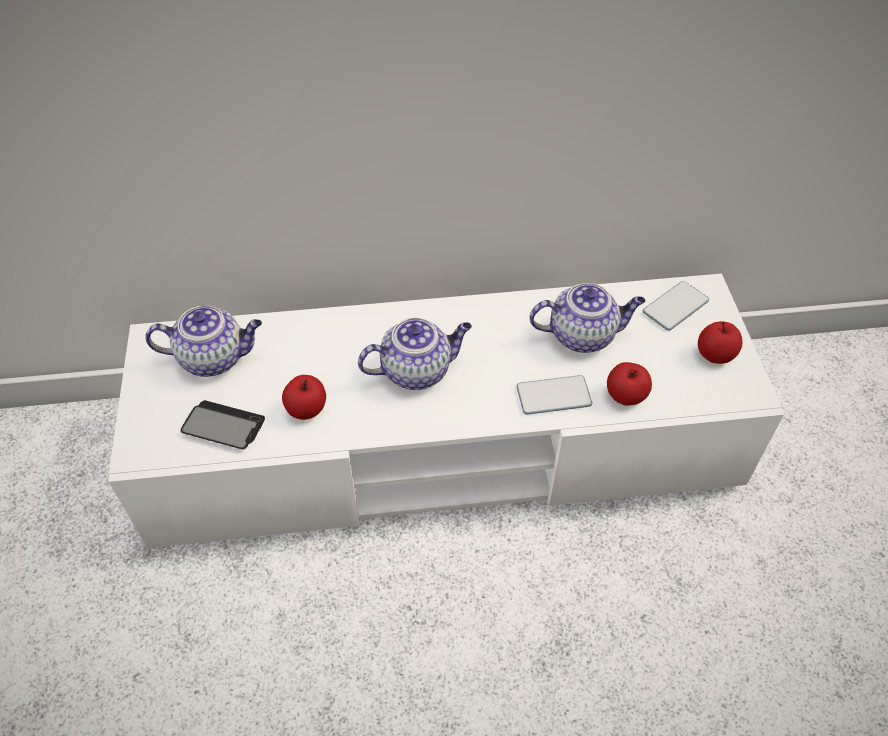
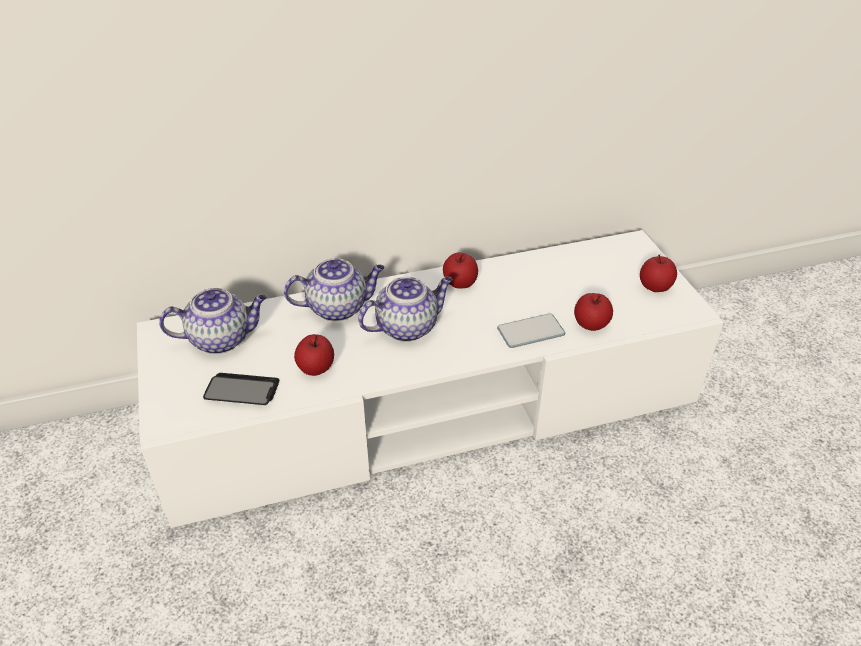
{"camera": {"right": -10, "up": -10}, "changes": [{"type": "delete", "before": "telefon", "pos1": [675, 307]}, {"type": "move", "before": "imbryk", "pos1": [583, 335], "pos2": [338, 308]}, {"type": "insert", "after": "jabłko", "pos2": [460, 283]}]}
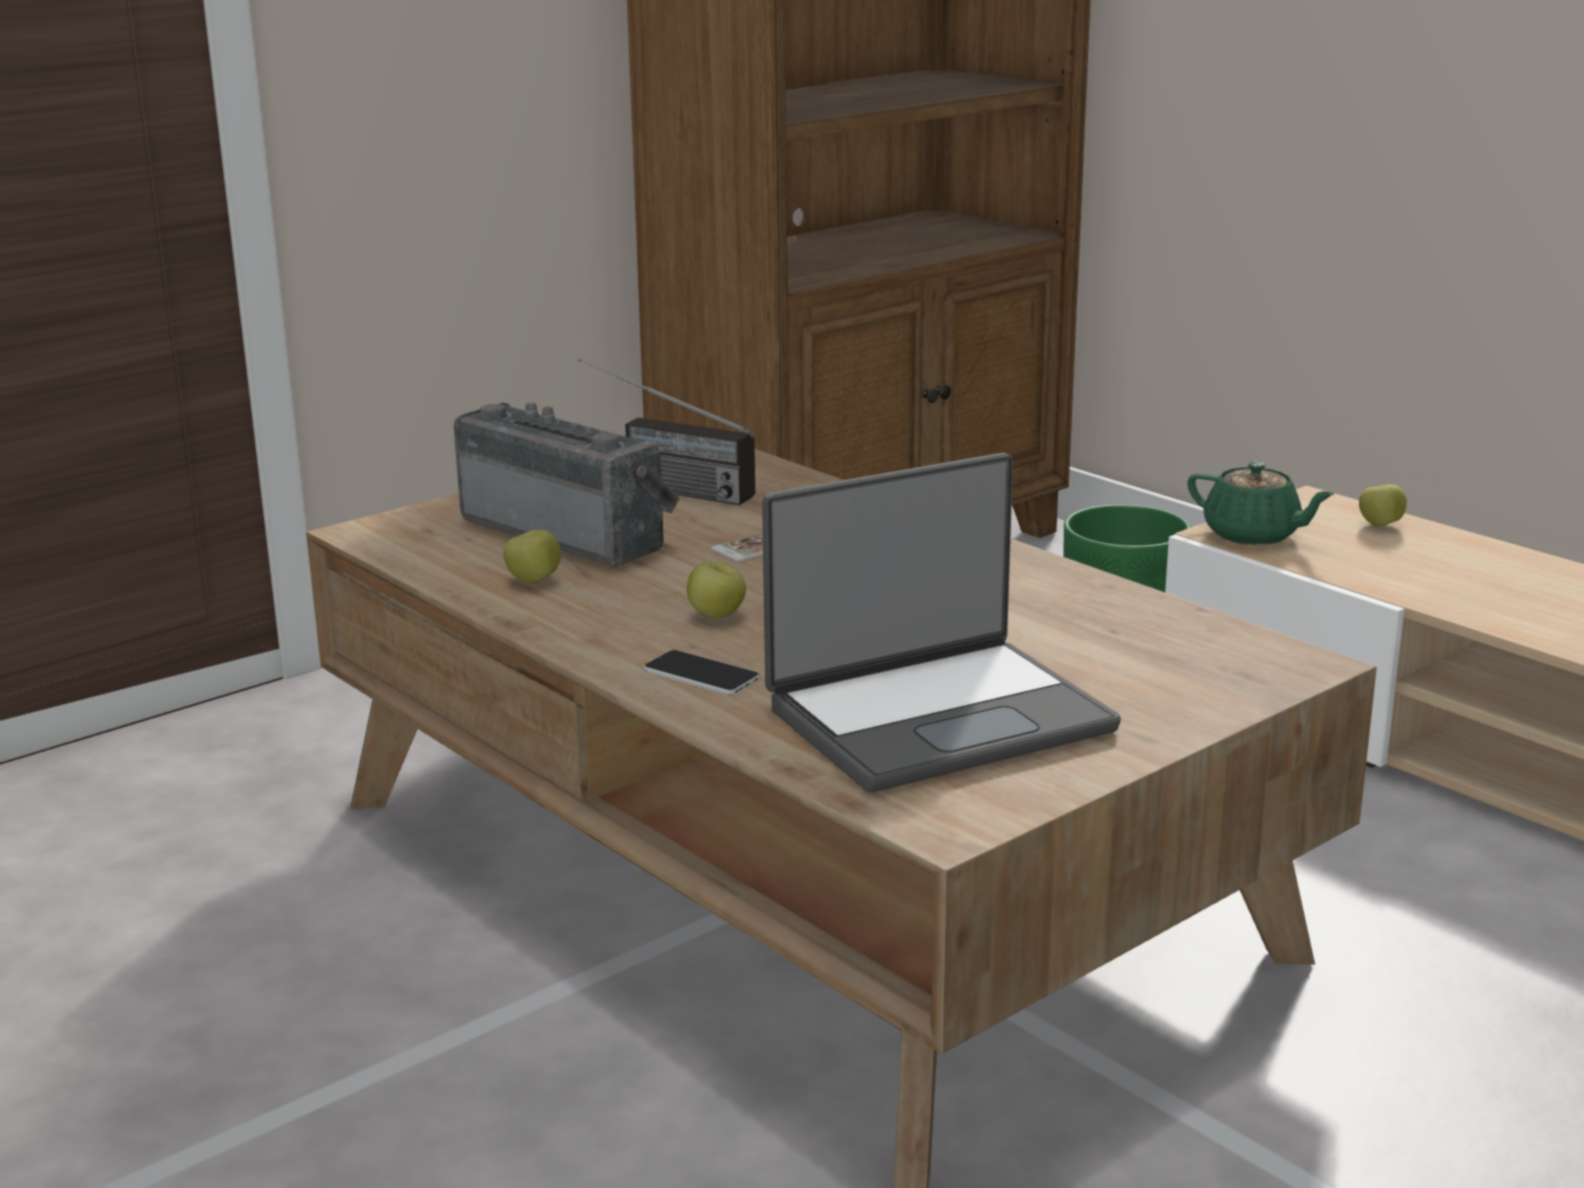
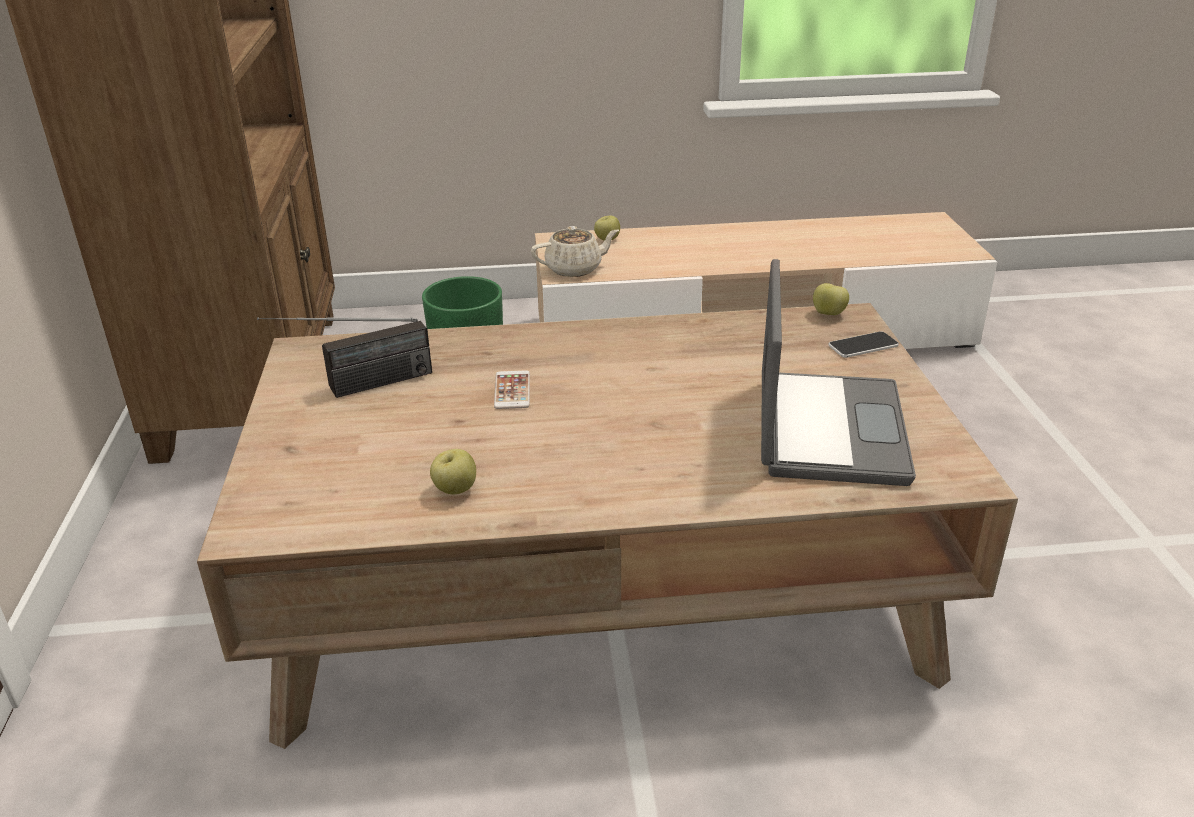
{"camera": {"right": -55, "up": 10}, "changes": [{"type": "delete", "before": "radio", "pos1": [570, 532]}, {"type": "recolor", "before": "imbryk (zielony)", "after": "imbryk (beżowy)", "pos1": [1253, 535], "pos2": [575, 269]}, {"type": "move", "before": "jabłko", "pos1": [717, 616], "pos2": [828, 314]}, {"type": "move", "before": "telefon", "pos1": [701, 675], "pos2": [863, 346]}]}
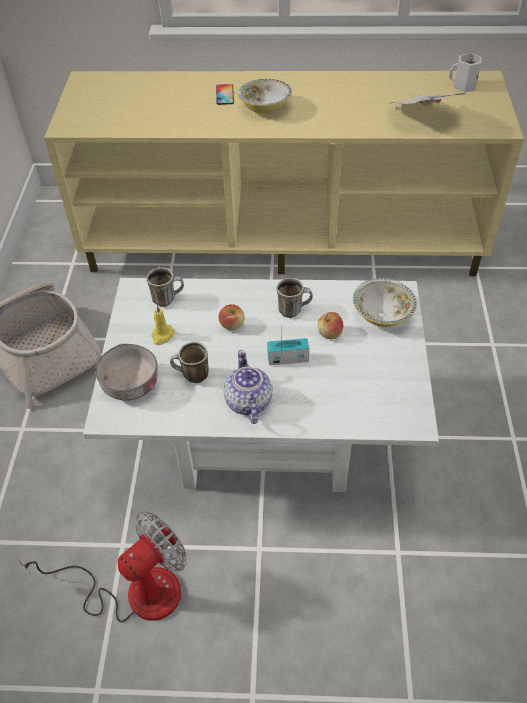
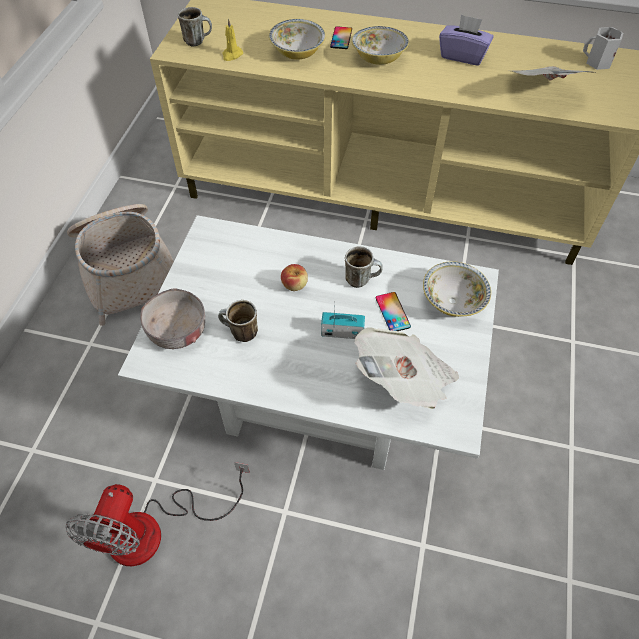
{"camera": {"right": 10, "up": 5}, "changes": [{"type": "move", "before": "kubek", "pos1": [168, 298], "pos2": [198, 41]}, {"type": "move", "before": "świeca (żółty)", "pos1": [162, 336], "pos2": [232, 55]}, {"type": "replace", "before": "jabłko", "after": "telefon", "pos1": [330, 333], "pos2": [392, 312]}, {"type": "delete", "before": "imbryk", "pos1": [248, 402]}, {"type": "rotate", "before": "wentylator", "pos1": [134, 591], "pos2": [155, 530], "turn": 135}, {"type": "insert", "after": "pudełko chusteczek (fioletowy)", "pos2": [462, 56]}, {"type": "insert", "after": "miska", "pos2": [297, 52]}, {"type": "insert", "after": "gazeta", "pos2": [405, 380]}]}
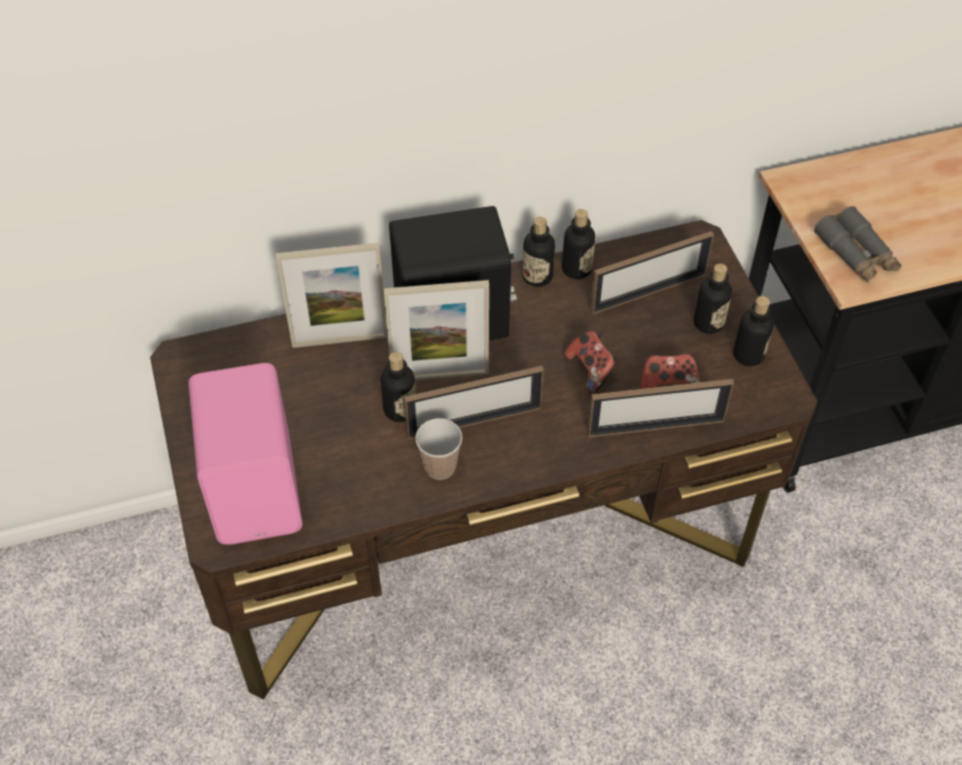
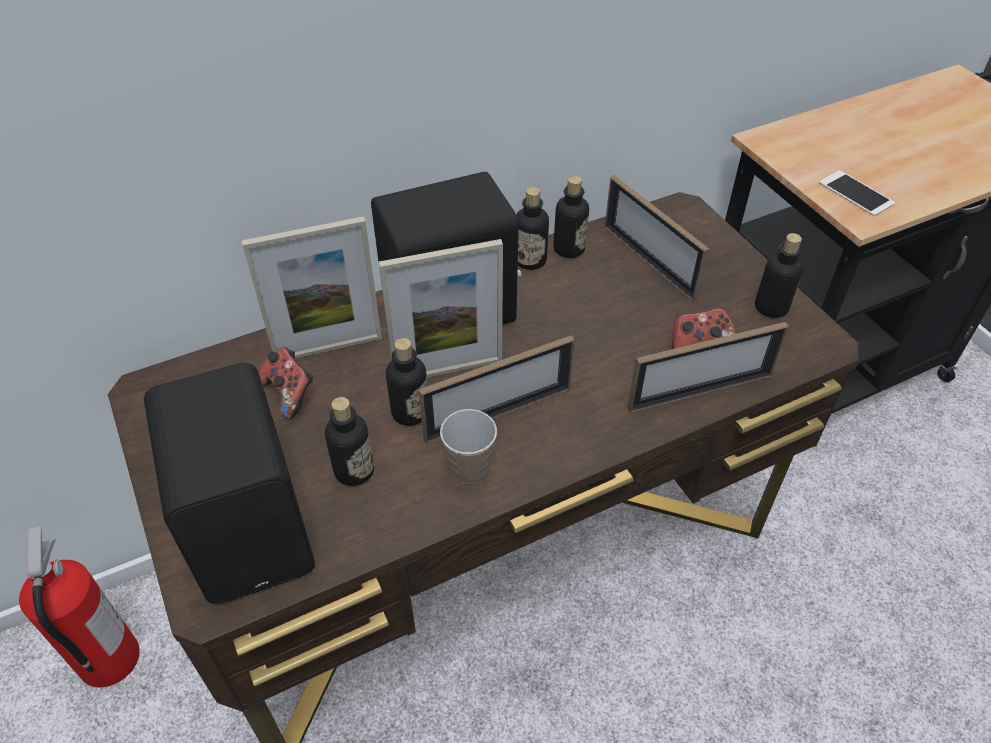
{"camera": {"right": -10, "up": -5}, "changes": [{"type": "replace", "before": "lornetka (szary)", "after": "telefon", "pos1": [856, 254], "pos2": [856, 193]}, {"type": "rotate", "before": "ramka na zdjęcie", "pos1": [648, 292], "pos2": [649, 261], "turn": 90}, {"type": "move", "before": "butelka", "pos1": [708, 323], "pos2": [354, 471]}, {"type": "move", "before": "pad do gier", "pos1": [591, 370], "pos2": [290, 393]}, {"type": "recolor", "before": "głośnik (różowy)", "after": "głośnik (czarny)", "pos1": [259, 489], "pos2": [254, 528]}, {"type": "insert", "after": "gaśnica", "pos2": [108, 660]}]}
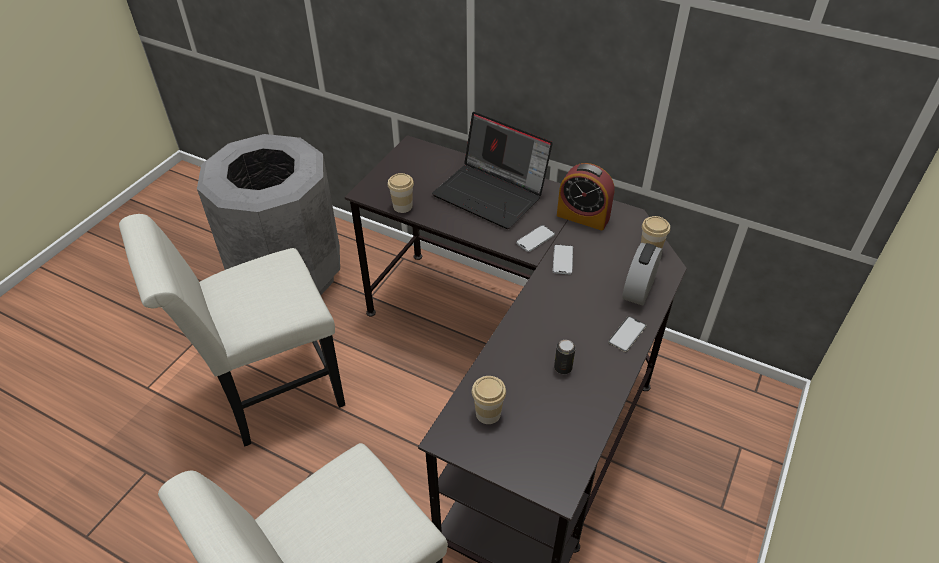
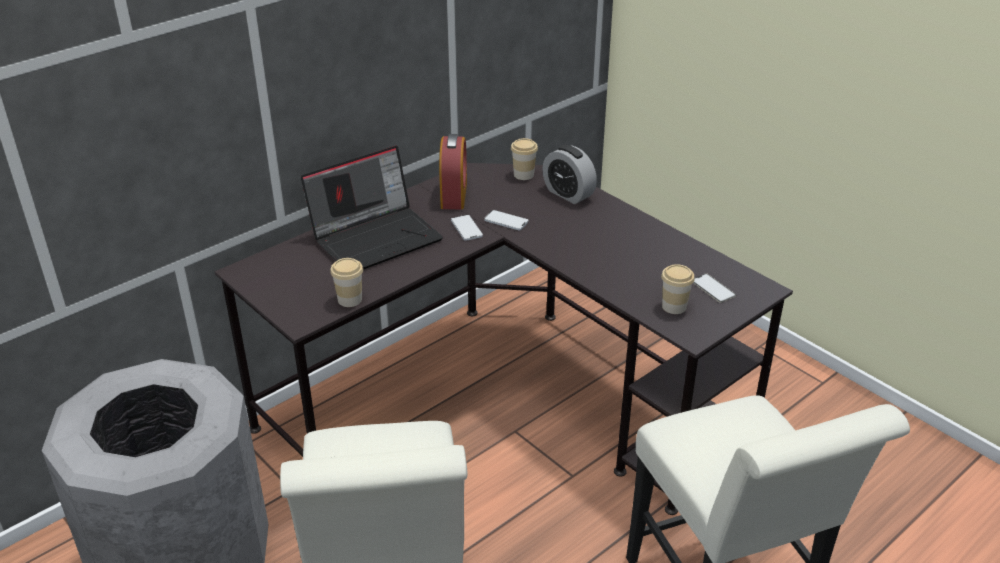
{"camera": {"right": -70, "up": -10}, "changes": [{"type": "rotate", "before": "budzik", "pos1": [583, 217], "pos2": [454, 195], "turn": -45}, {"type": "move", "before": "telefon", "pos1": [627, 334], "pos2": [713, 288]}, {"type": "delete", "before": "puszka", "pos1": [563, 368]}]}
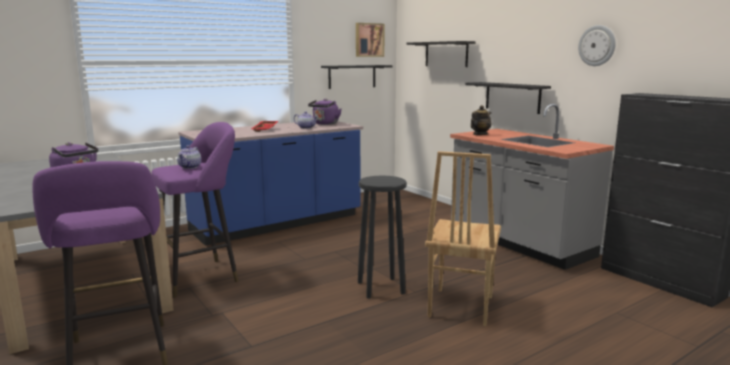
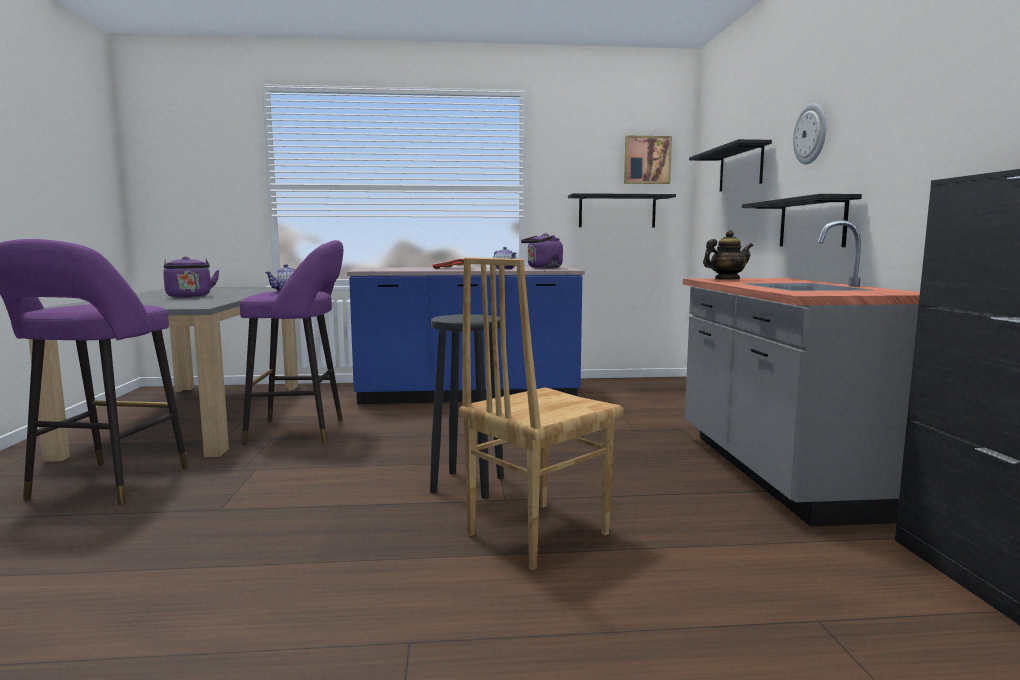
{"camera": {"right": 30, "up": -5}, "changes": [{"type": "move", "before": "zegar ścienny", "pos1": [597, 45], "pos2": [811, 134]}]}
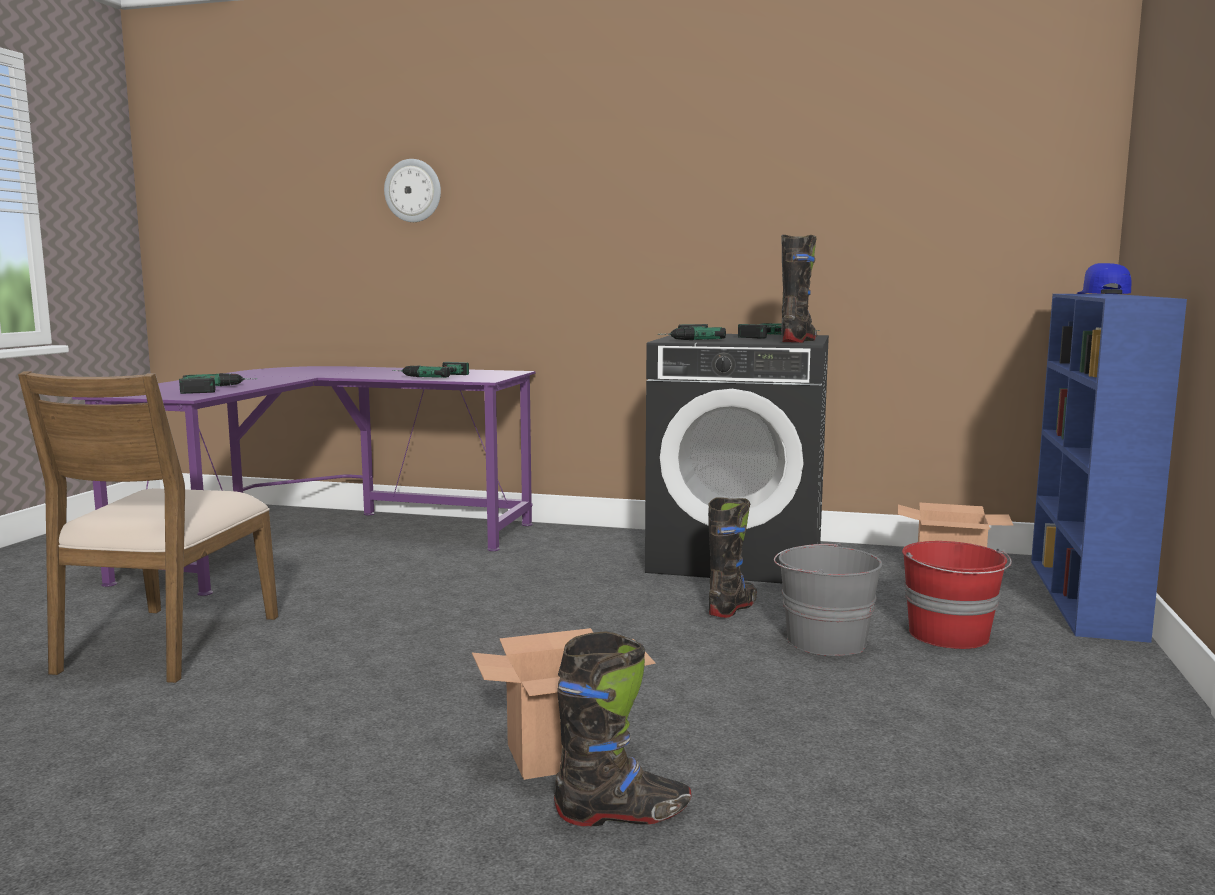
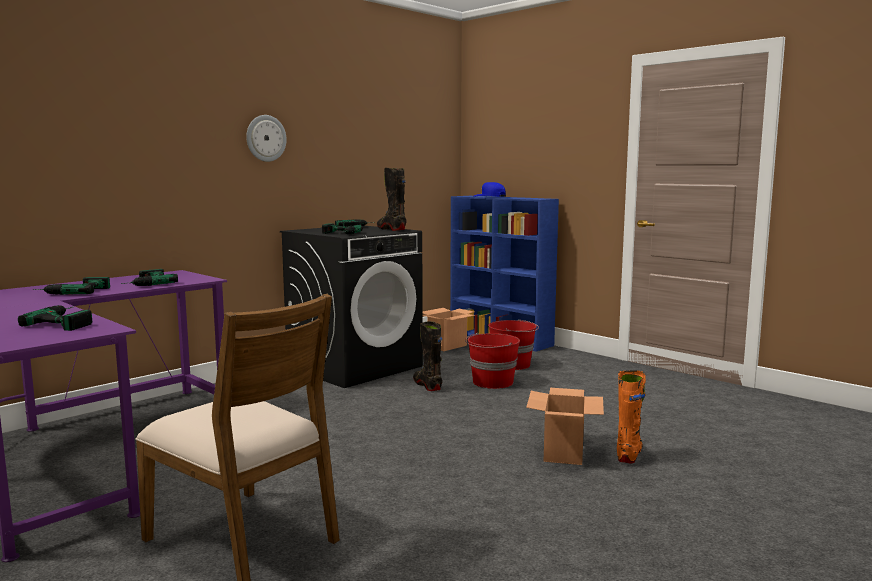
{"camera": {"right": -60, "up": 0}, "changes": [{"type": "move", "before": "zegar ścienny", "pos1": [413, 190], "pos2": [265, 138]}, {"type": "recolor", "before": "wiadro (szary)", "after": "wiadro (czerwony)", "pos1": [824, 641], "pos2": [492, 382]}, {"type": "recolor", "before": "but z cholewką (czarny)", "after": "but z cholewką (pomarańczowy)", "pos1": [623, 815], "pos2": [629, 453]}, {"type": "insert", "after": "wiertarka", "pos2": [72, 291]}]}
